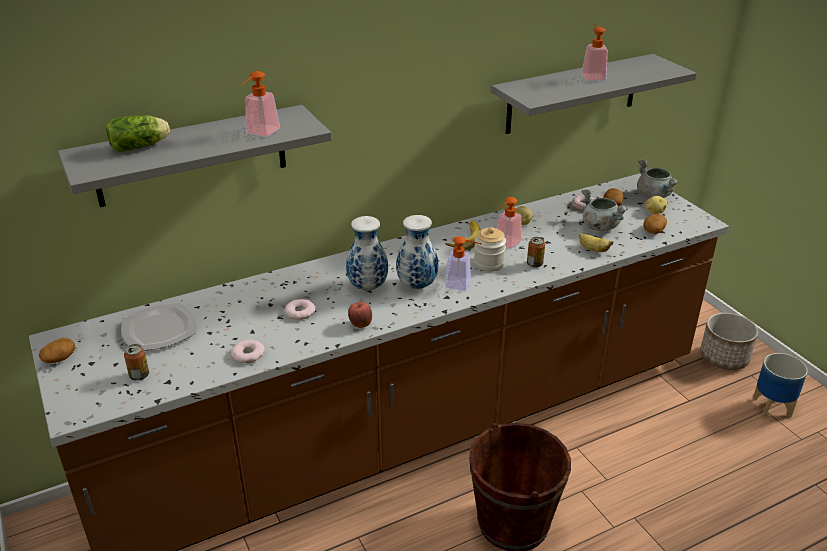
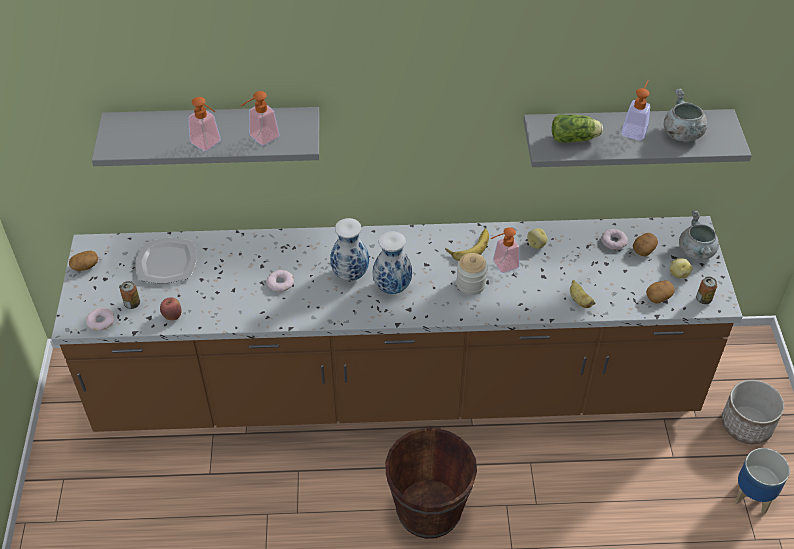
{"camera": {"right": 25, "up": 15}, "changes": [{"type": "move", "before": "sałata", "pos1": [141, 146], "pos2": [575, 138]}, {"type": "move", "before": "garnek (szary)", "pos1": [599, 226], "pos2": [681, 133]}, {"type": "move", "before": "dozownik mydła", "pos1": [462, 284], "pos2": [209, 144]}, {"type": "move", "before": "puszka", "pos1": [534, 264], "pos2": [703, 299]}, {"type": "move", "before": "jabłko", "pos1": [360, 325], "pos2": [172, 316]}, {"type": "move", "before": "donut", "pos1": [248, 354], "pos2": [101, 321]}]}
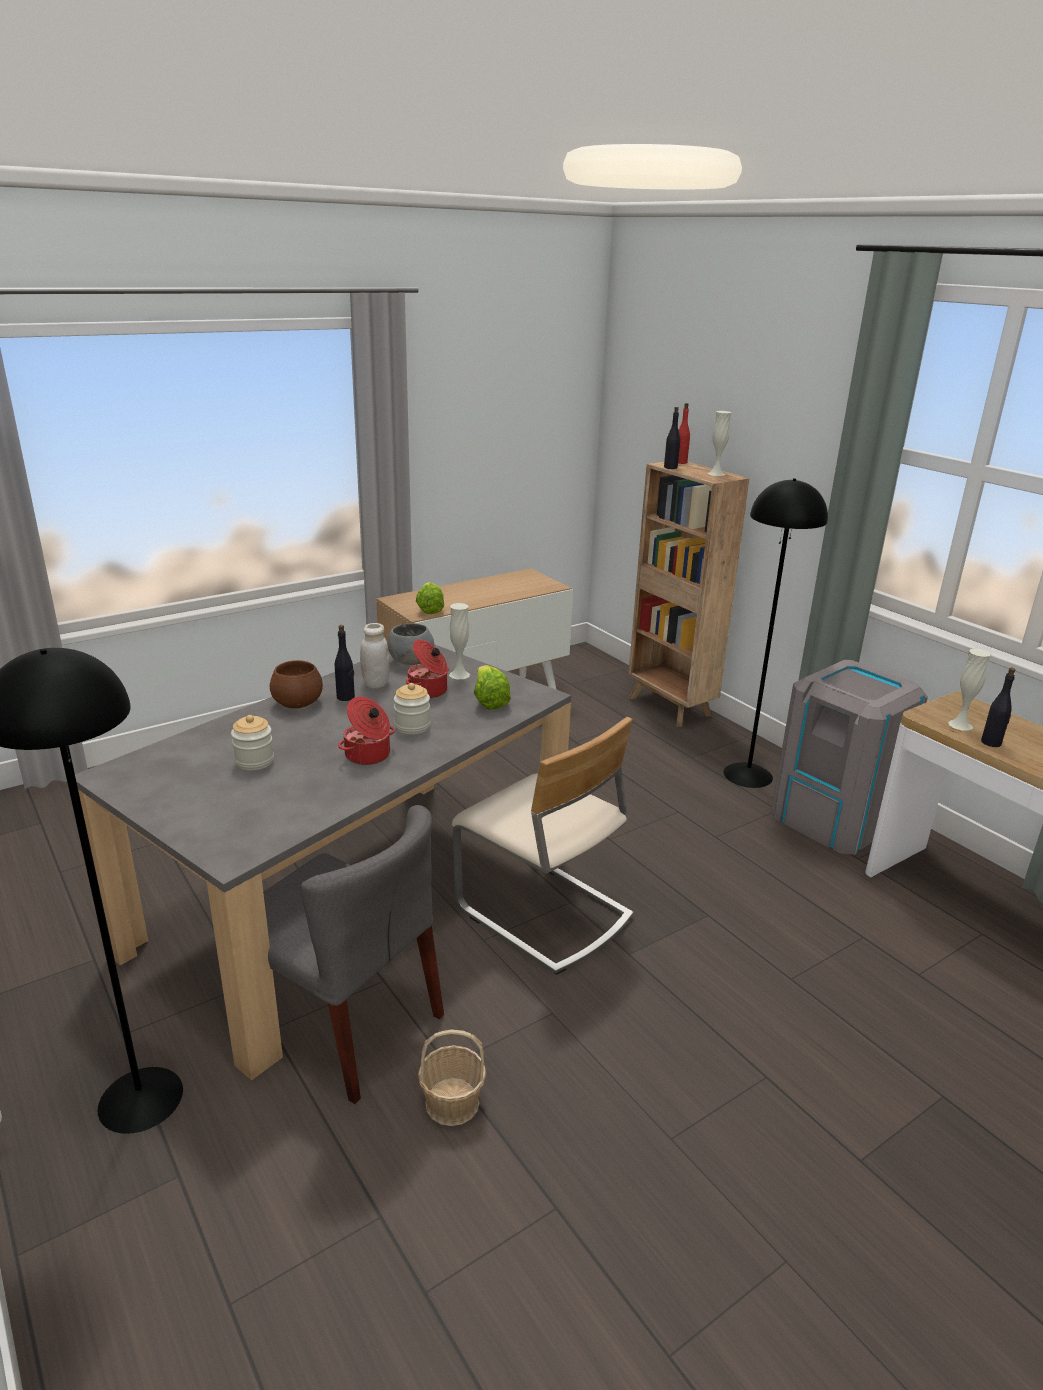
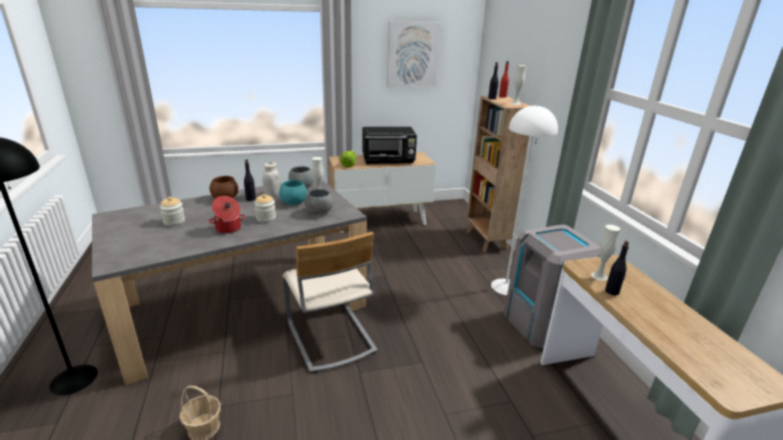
{"camera": {"right": 20, "up": 0}, "changes": [{"type": "recolor", "before": "lampa stojąca (czarny)", "after": "lampa stojąca (biały)", "pos1": [748, 775], "pos2": [506, 287]}, {"type": "replace", "before": "garnek", "after": "miska (turkusowy)", "pos1": [428, 691], "pos2": [294, 202]}, {"type": "replace", "before": "sałata", "after": "miska (szary)", "pos1": [489, 701], "pos2": [319, 212]}, {"type": "delete", "before": "krzesło (szary)", "pos1": [344, 1022]}, {"type": "insert", "after": "obraz", "pos2": [412, 55]}, {"type": "insert", "after": "mikrofalówka (czarny)", "pos2": [388, 160]}]}
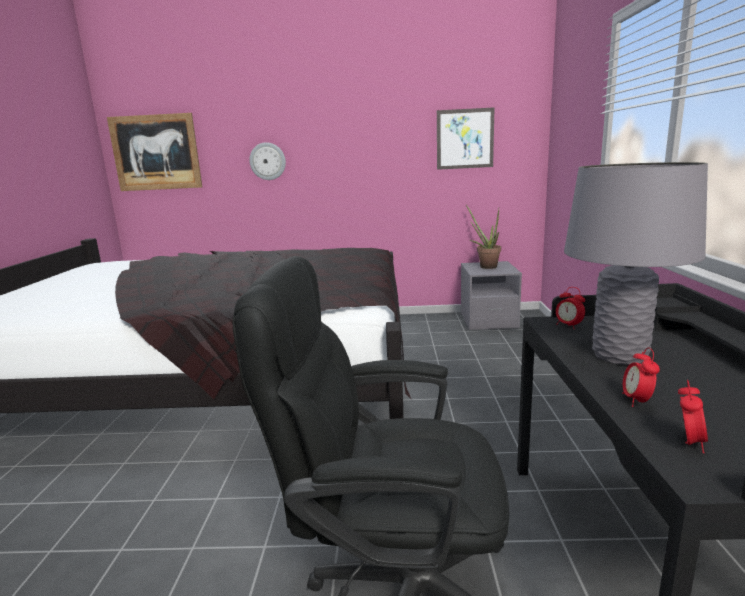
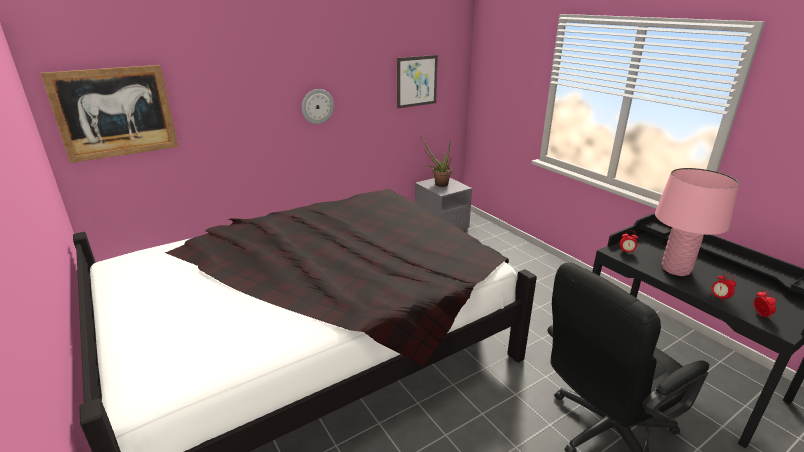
{"camera": {"right": -35, "up": 10}, "changes": [{"type": "move", "before": "zegar ścienny", "pos1": [267, 161], "pos2": [317, 106]}, {"type": "recolor", "before": "lampa stołowa (szary)", "after": "lampa stołowa (różowy)", "pos1": [619, 356], "pos2": [676, 269]}]}
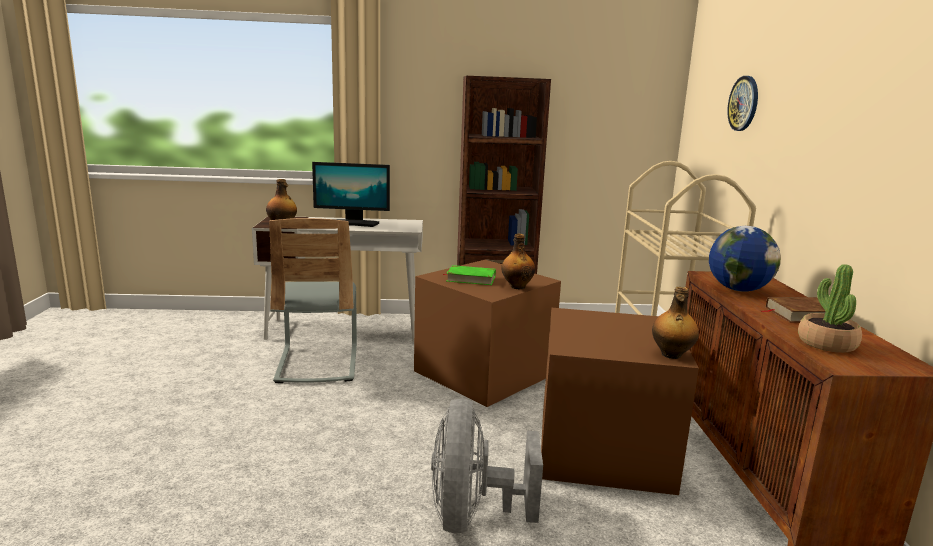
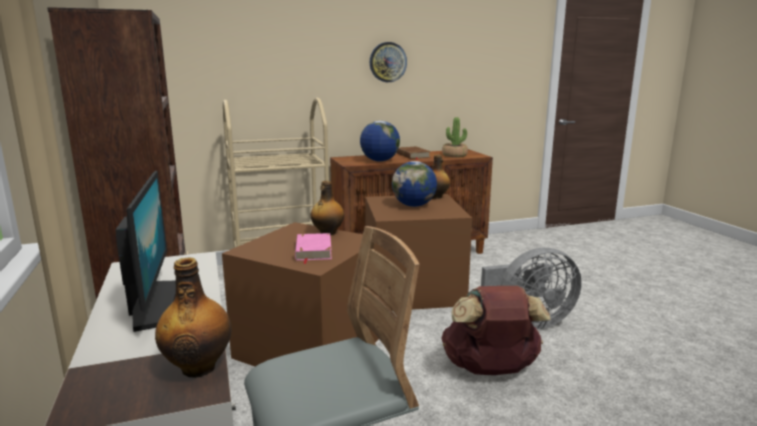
{"camera": {"right": -105, "up": 0}, "changes": [{"type": "move", "before": "zegar ścienny", "pos1": [744, 103], "pos2": [387, 62]}, {"type": "recolor", "before": "książka (zielony)", "after": "książka (różowy)", "pos1": [471, 278], "pos2": [313, 251]}, {"type": "insert", "after": "globus", "pos2": [414, 205]}, {"type": "insert", "after": "plecak (brązowy)", "pos2": [490, 370]}]}
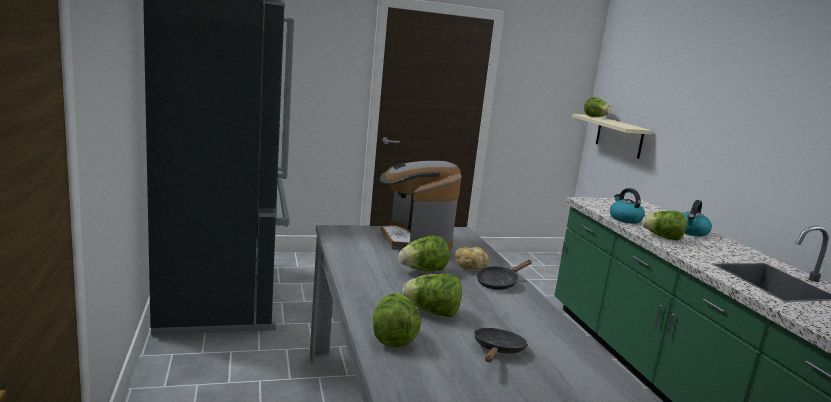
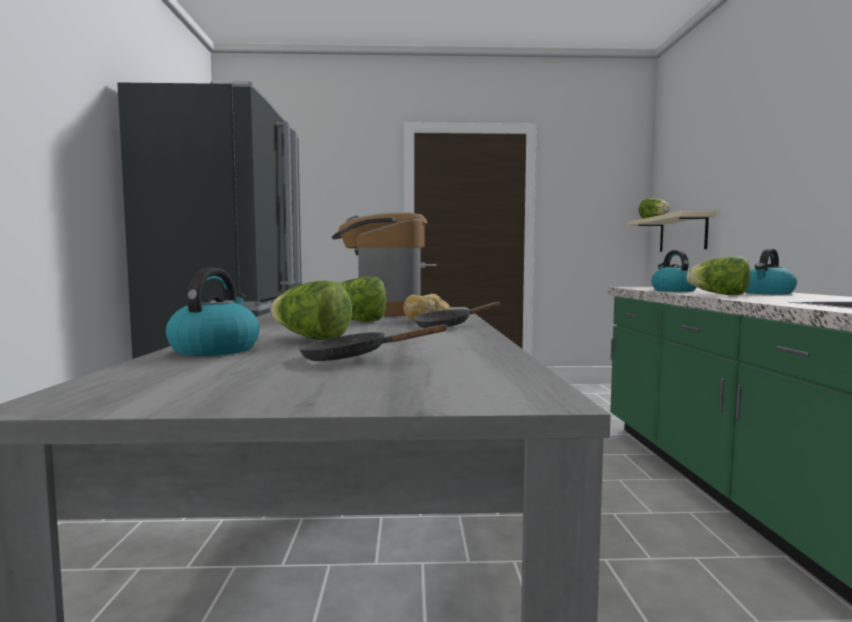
{"camera": {"right": 15, "up": -10}, "changes": [{"type": "replace", "before": "sałata", "after": "czajnik", "pos1": [393, 337], "pos2": [215, 349]}, {"type": "rotate", "before": "patelnia (czarny)", "pos1": [497, 350], "pos2": [353, 358], "turn": -120}]}
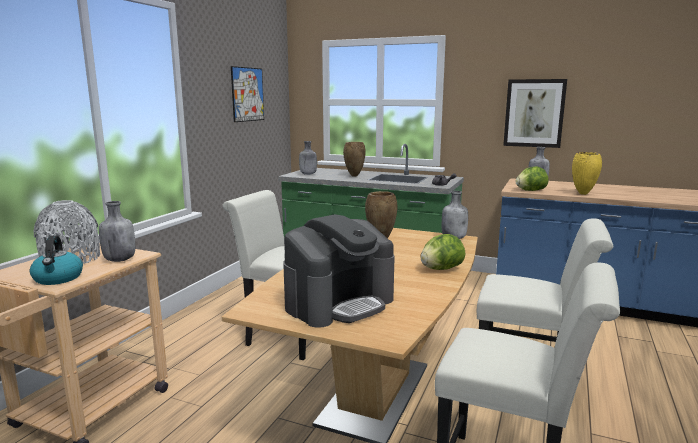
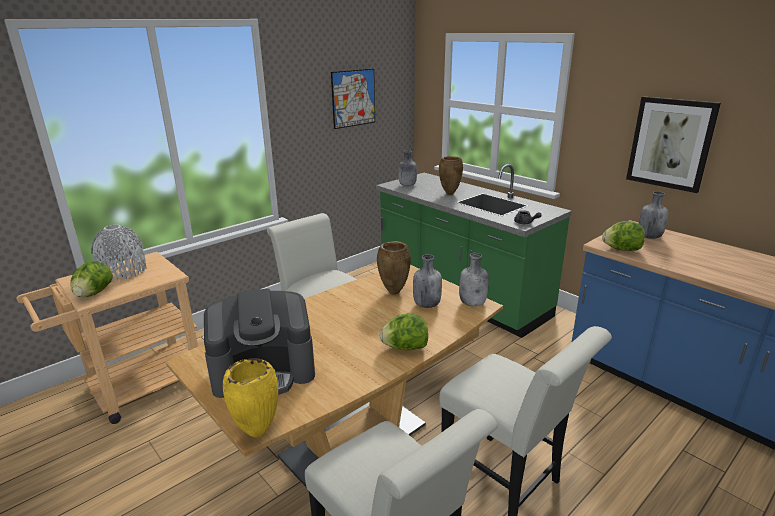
{"camera": {"right": 25, "up": 10}, "changes": [{"type": "move", "before": "wazon (żółty)", "pos1": [583, 194], "pos2": [257, 434]}, {"type": "move", "before": "butelka (szary)", "pos1": [119, 260], "pos2": [426, 304]}, {"type": "replace", "before": "czajnik", "after": "sałata", "pos1": [58, 278], "pos2": [94, 293]}]}
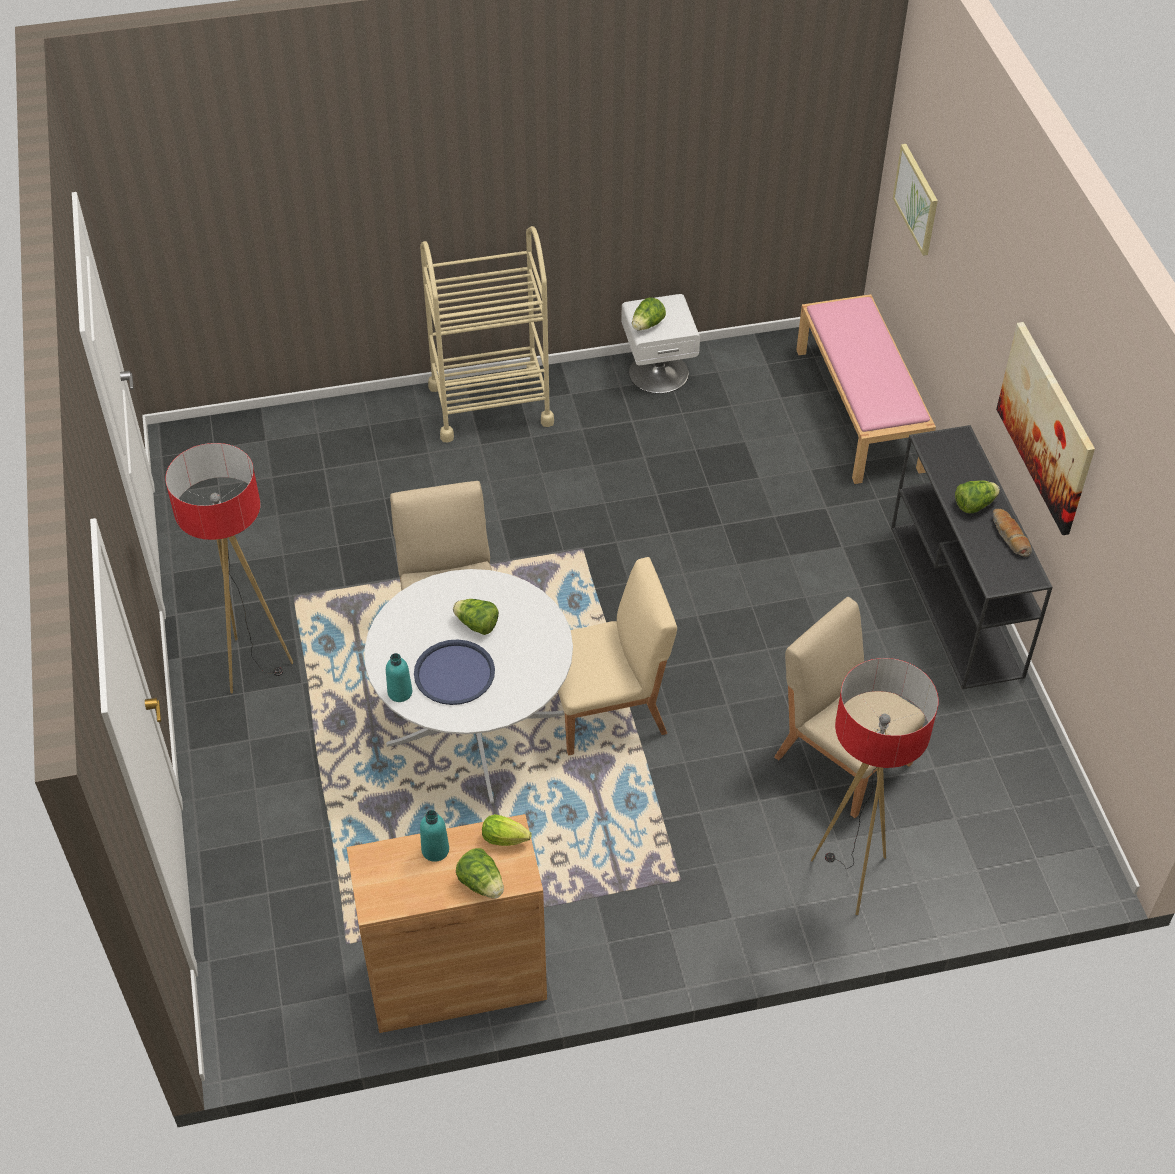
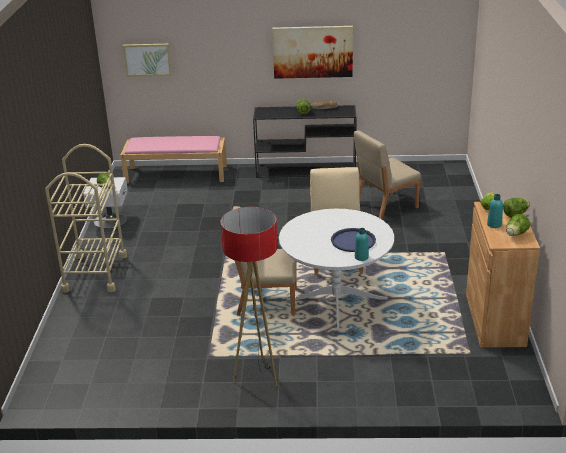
{"camera": {"right": -75, "up": -20}, "changes": [{"type": "move", "before": "sałata", "pos1": [477, 625], "pos2": [516, 234]}, {"type": "delete", "before": "lampa stojąca", "pos1": [850, 877]}]}
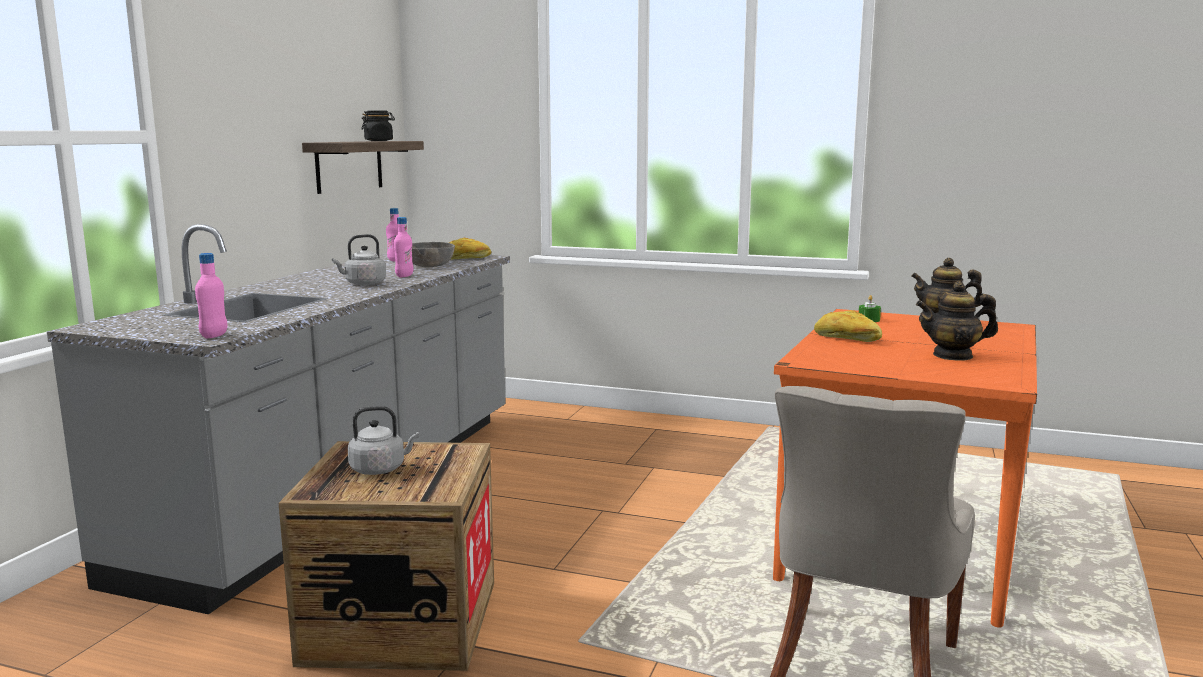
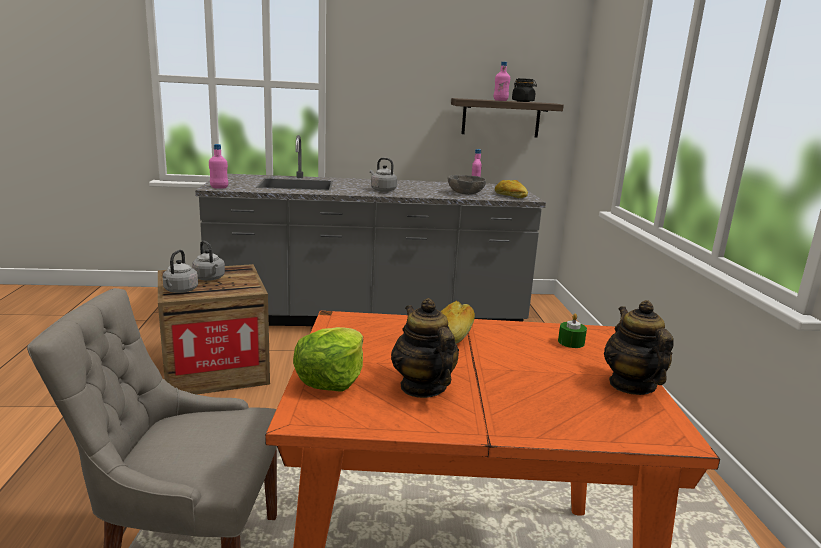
{"camera": {"right": 65, "up": 5}, "changes": [{"type": "move", "before": "butelka (różowy)", "pos1": [404, 276], "pos2": [500, 100]}, {"type": "insert", "after": "czajnik (szary)", "pos2": [180, 291]}, {"type": "insert", "after": "sałata", "pos2": [331, 379]}]}
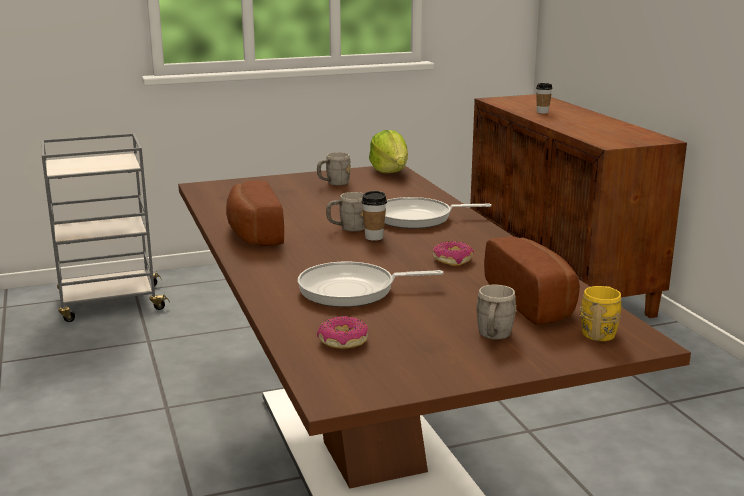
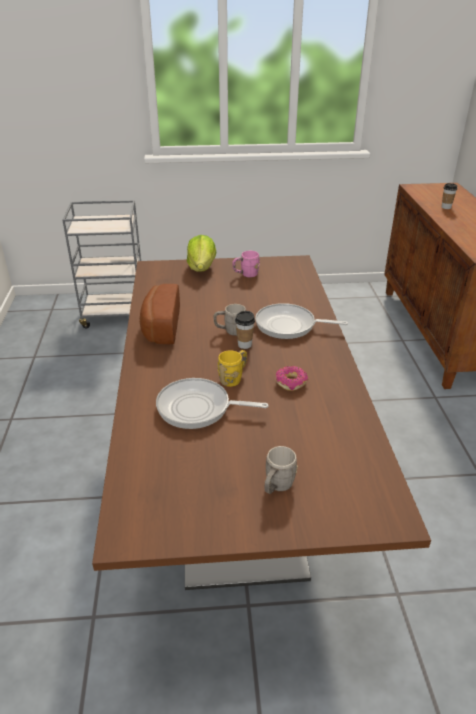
{"camera": {"right": 15, "up": 15}, "changes": [{"type": "move", "before": "sałata", "pos1": [390, 171], "pos2": [202, 268]}, {"type": "recolor", "before": "kubek (szary)", "after": "kubek (różowy)", "pos1": [333, 183], "pos2": [246, 274]}, {"type": "delete", "before": "chleb", "pos1": [534, 300]}, {"type": "move", "before": "kubek (żółty)", "pos1": [600, 331], "pos2": [233, 378]}, {"type": "delete", "before": "donut", "pos1": [343, 341]}]}
